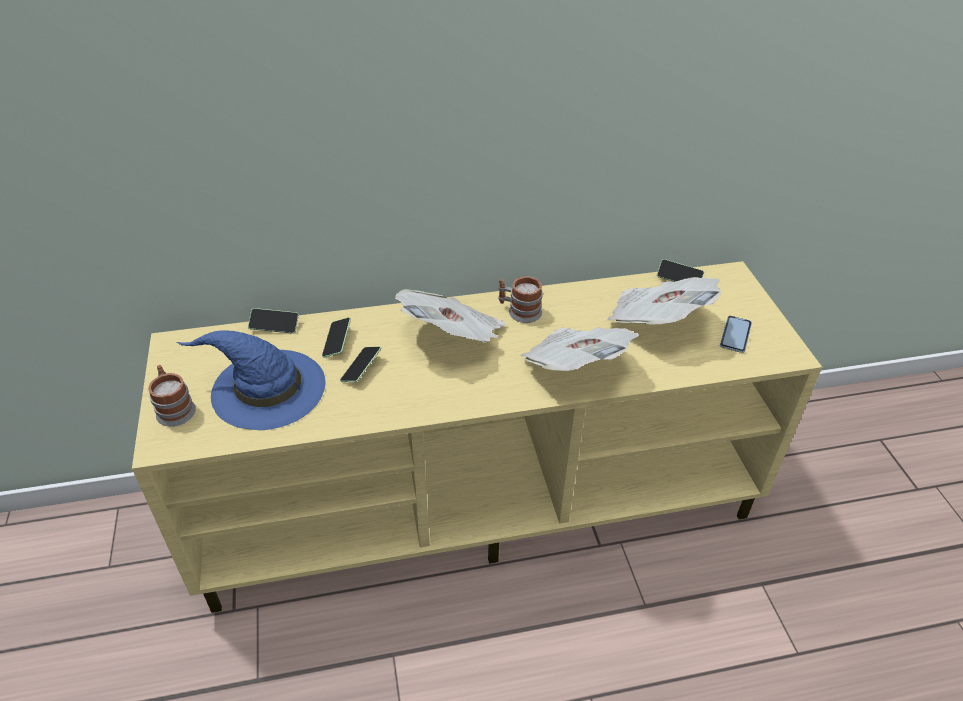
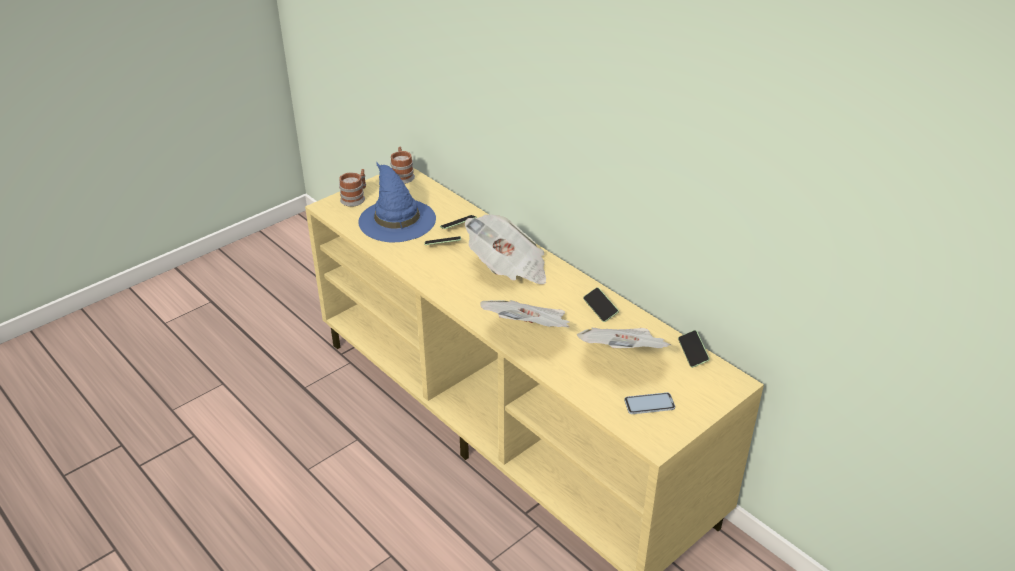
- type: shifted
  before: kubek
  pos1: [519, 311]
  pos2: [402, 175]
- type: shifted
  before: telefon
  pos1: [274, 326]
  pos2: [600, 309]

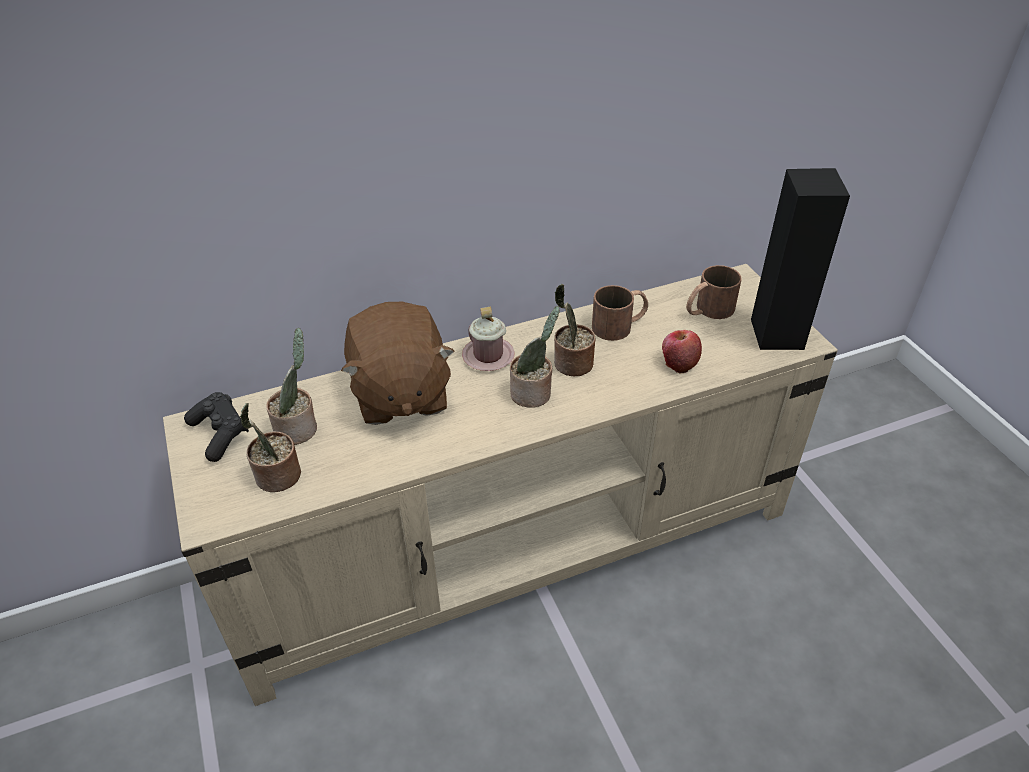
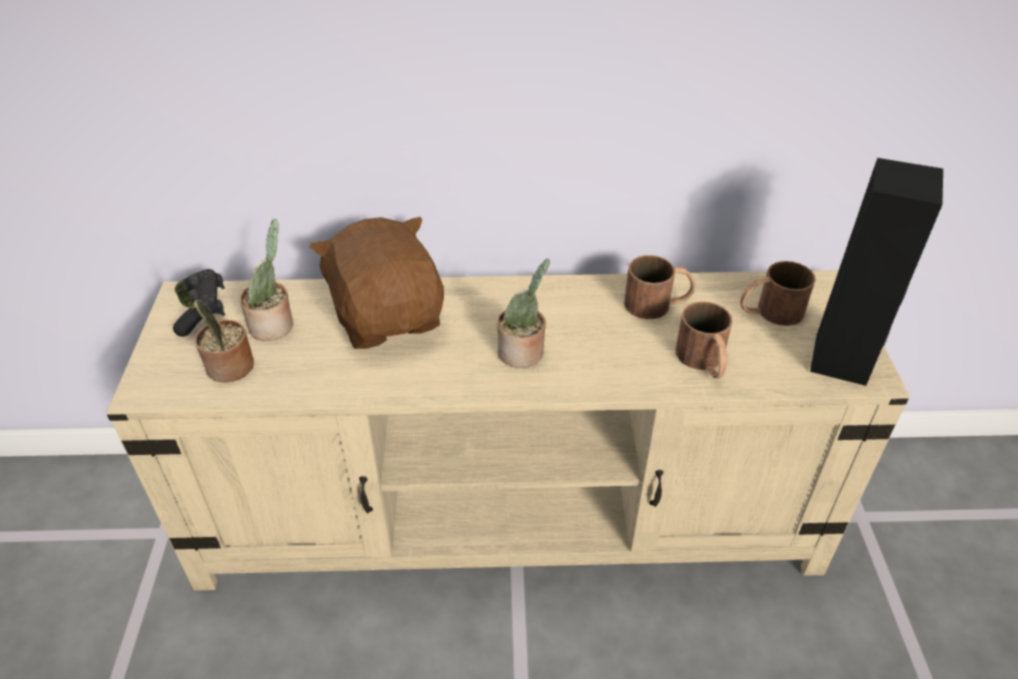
- type: gone
  before: roślina doniczkowa
  pos1: [571, 364]
- type: rotated
  before: pluszak (brązowy)
  pos1: [399, 394]
  pos2: [388, 317]
  turn: 150
- type: gone
  before: kubek (różowy)
  pos1: [488, 356]
- type: swapped
  before: jabłko
  after: kubek (brązowy)
  pos1: [679, 362]
  pos2: [704, 361]

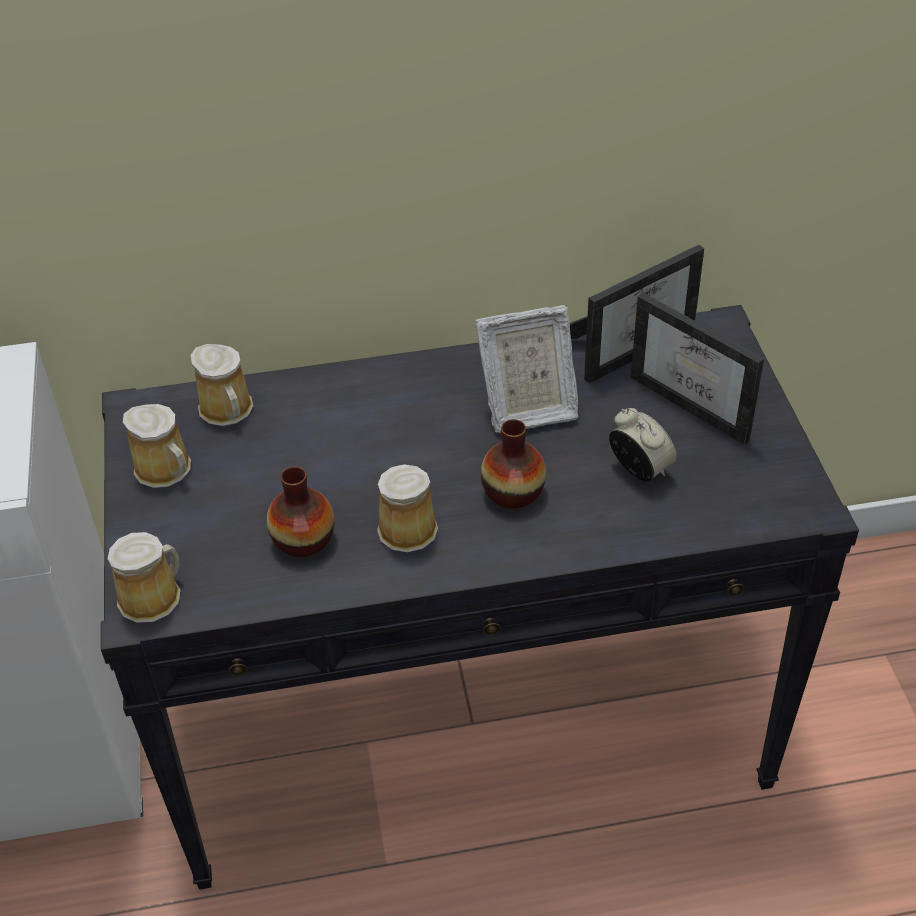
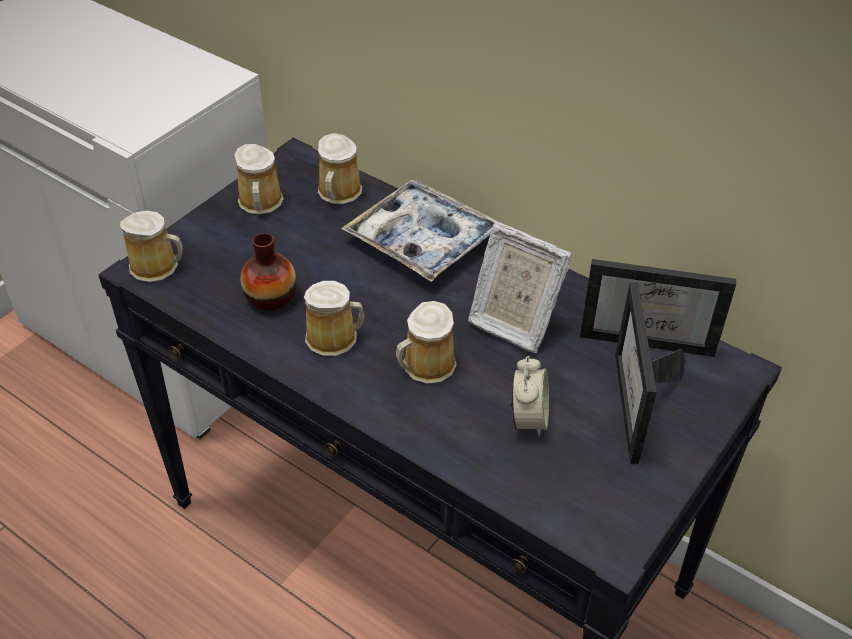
- type: swapped
  before: wazon
  after: kubek
  pos1: [513, 492]
  pos2: [425, 366]
- type: new
  after: taca
  pos2: [422, 240]

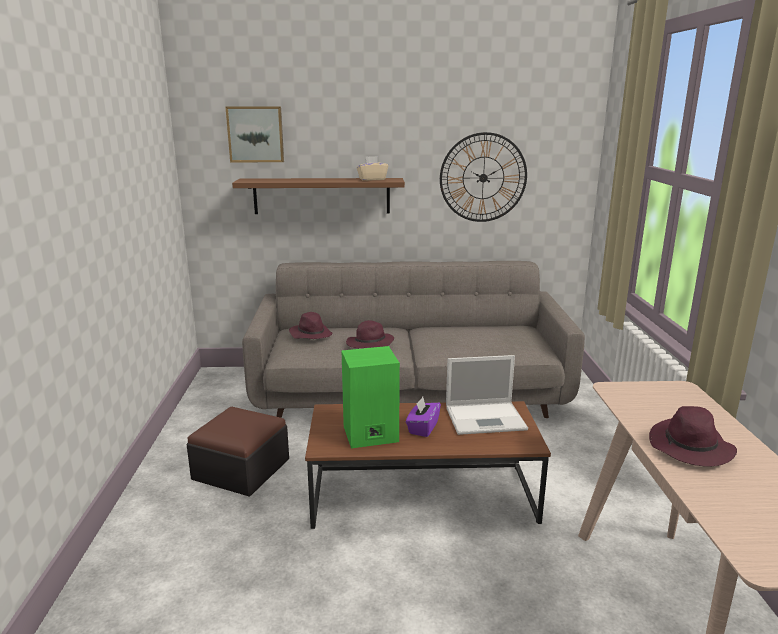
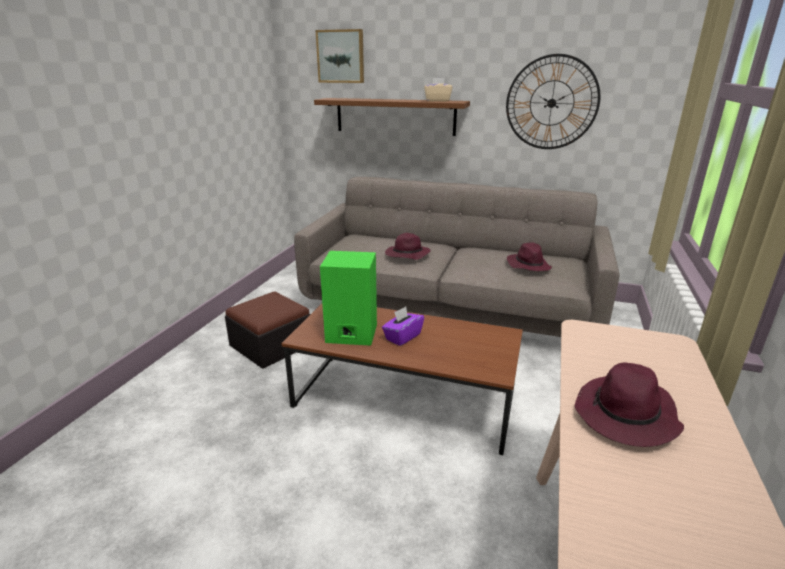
- type: shifted
  before: kapelusz (fioletowy)
  pos1: [310, 334]
  pos2: [528, 265]
- type: gone
  before: laptop
  pos1: [486, 418]

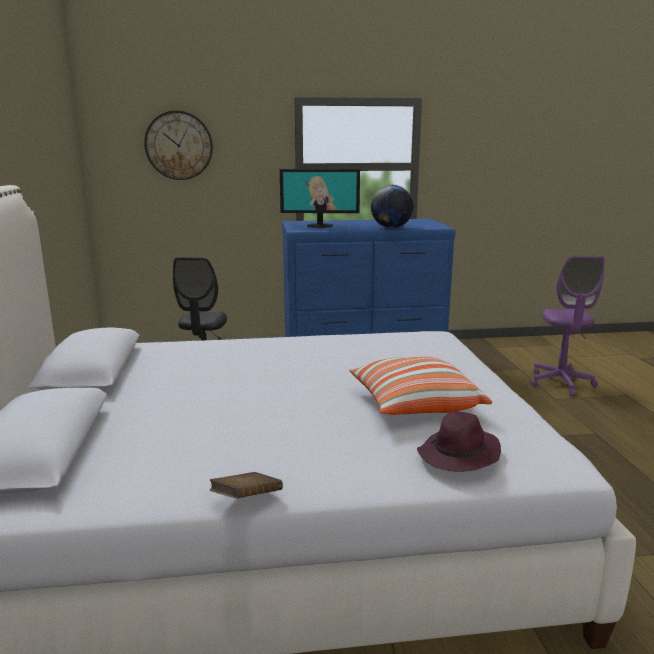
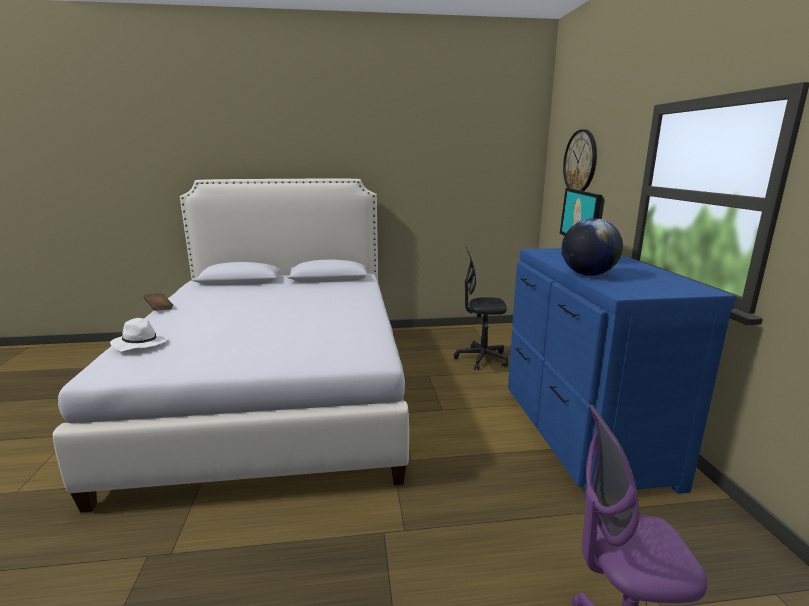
- type: gone
  before: poduszka
  pos1: [414, 405]
- type: repainted
  before: kapelusz (fioletowy)
  after: kapelusz (biały)
  pos1: [459, 455]
  pos2: [139, 344]

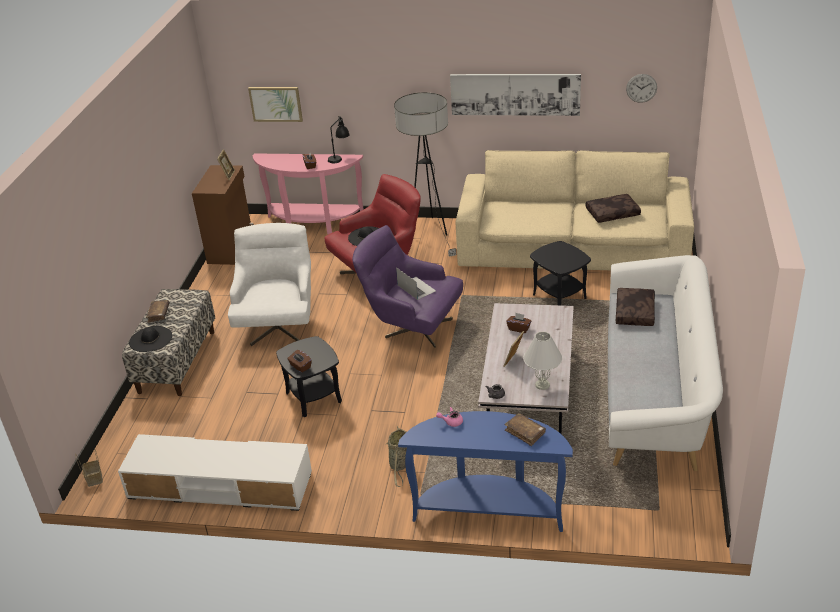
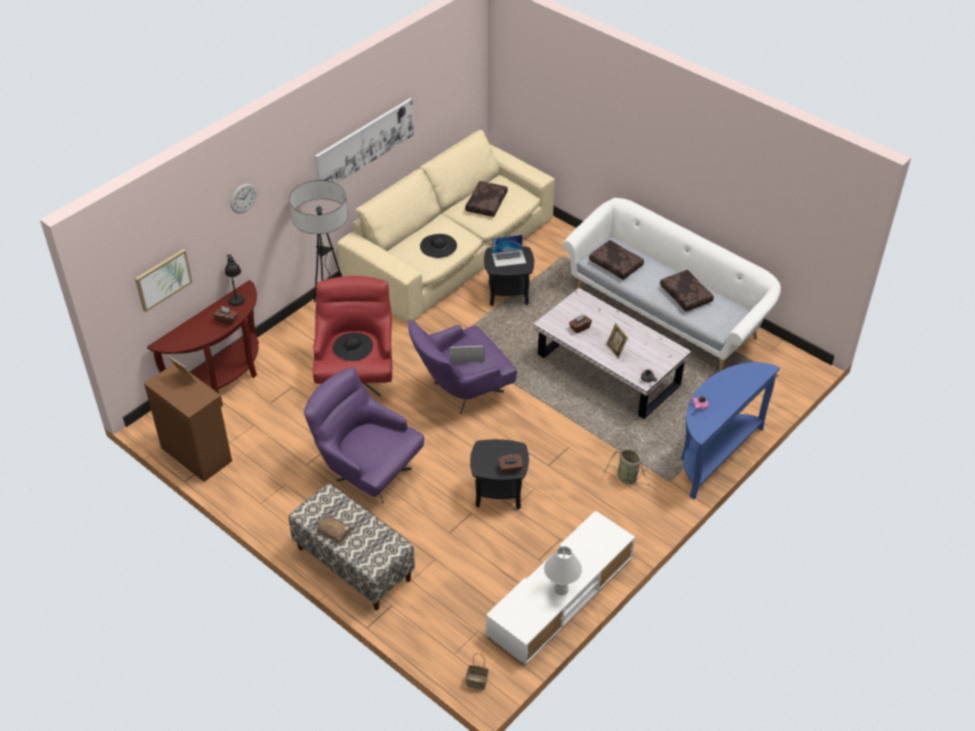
- type: shifted
  before: zegar ścienny
  pos1: [641, 88]
  pos2: [243, 198]
- type: repainted
  before: stolik konsolowy (różowy)
  after: stolik konsolowy (brązowy)
  pos1: [313, 224]
  pos2: [223, 379]
- type: repainted
  before: fotel (biały)
  after: fotel (fioletowy)
  pos1: [278, 323]
  pos2: [366, 471]
- type: shifted
  before: kapelusz (czarny)
  pos1: [150, 339]
  pos2: [438, 246]
- type: shifted
  before: lampa stołowa (biały)
  pos1: [543, 385]
  pos2: [561, 588]
- type: gone
  before: książka (brązowy)
  pos1: [525, 432]
- type: new
  after: laptop
  pos2: [509, 258]
- type: new
  after: poduszka (brązowy)
  pos2: [686, 295]

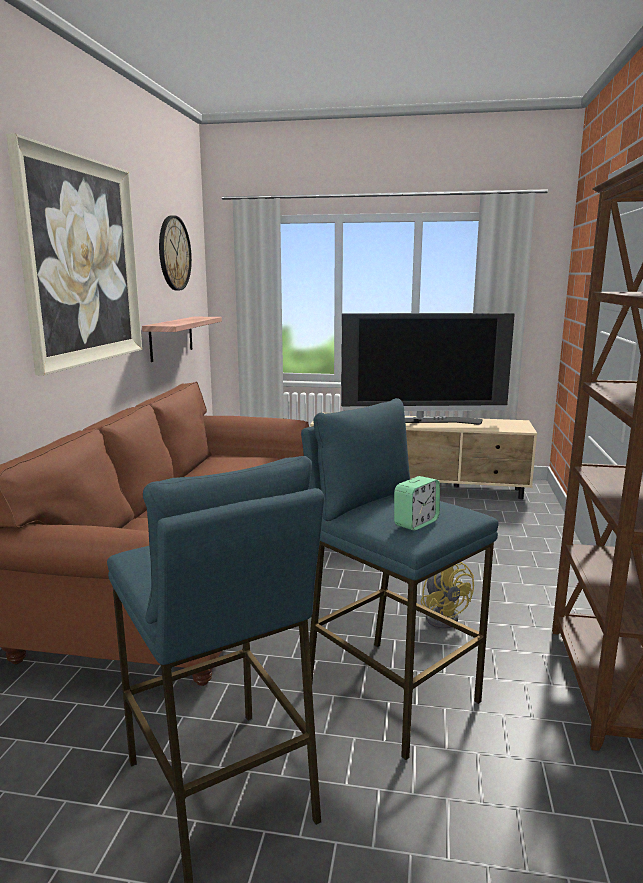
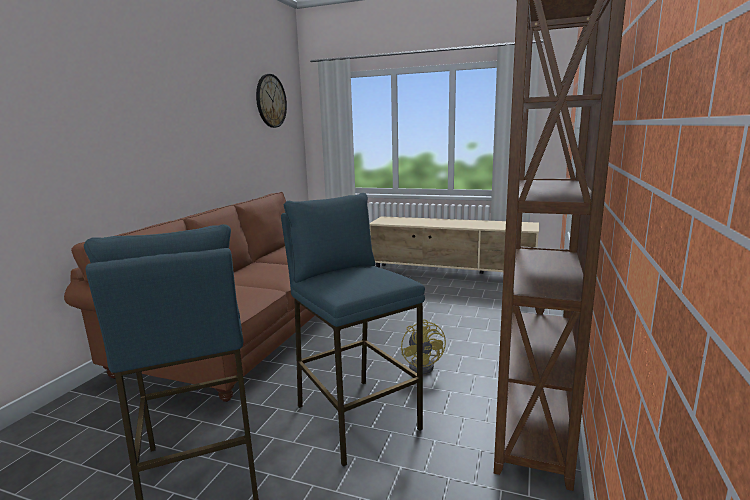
- type: gone
  before: obraz
  pos1: [83, 262]
- type: gone
  before: telewizor
  pos1: [421, 422]
- type: gone
  before: półka
  pos1: [171, 338]
- type: gone
  before: budzik
  pos1: [416, 523]

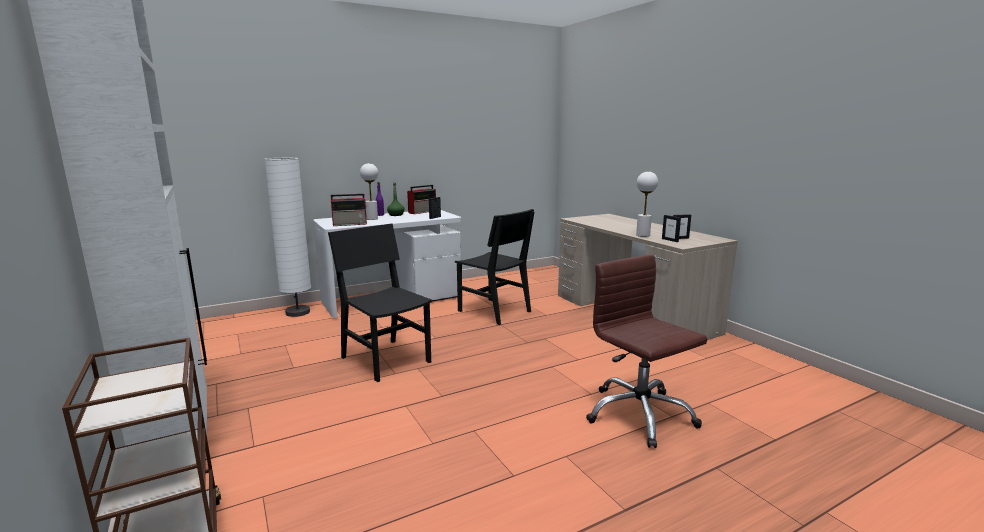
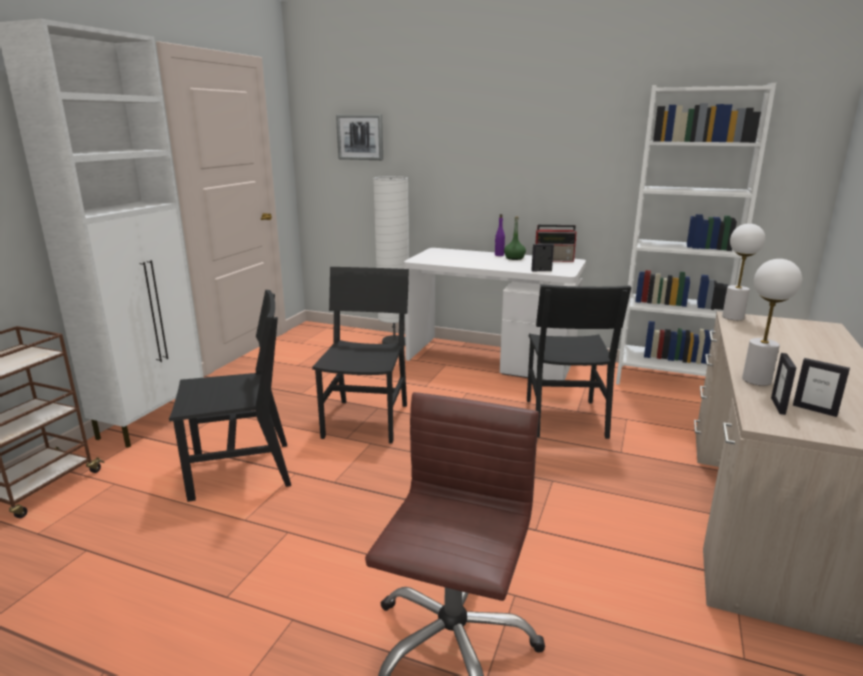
- type: shifted
  before: lampa stołowa (biały)
  pos1: [372, 219]
  pos2: [733, 317]
- type: gone
  before: radio
  pos1: [350, 224]
- type: new
  after: regał (biały)
  pos2: [667, 380]
- type: new
  after: obraz
  pos2: [360, 137]
- type: new
  after: krzesło (czarny)
  pos2: [241, 470]

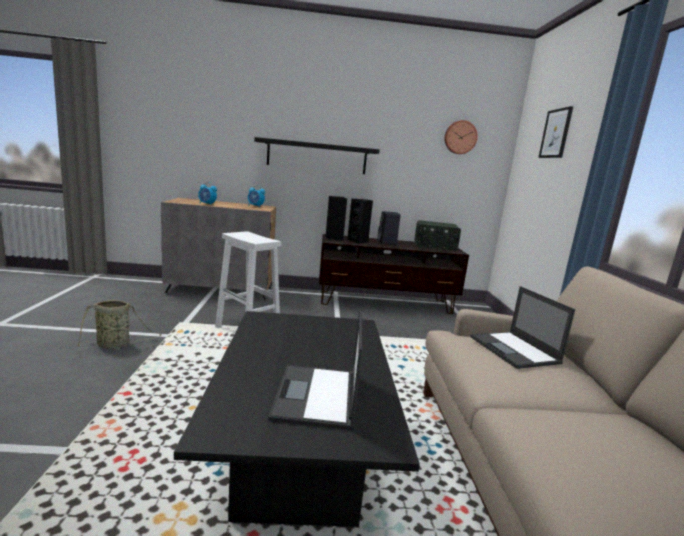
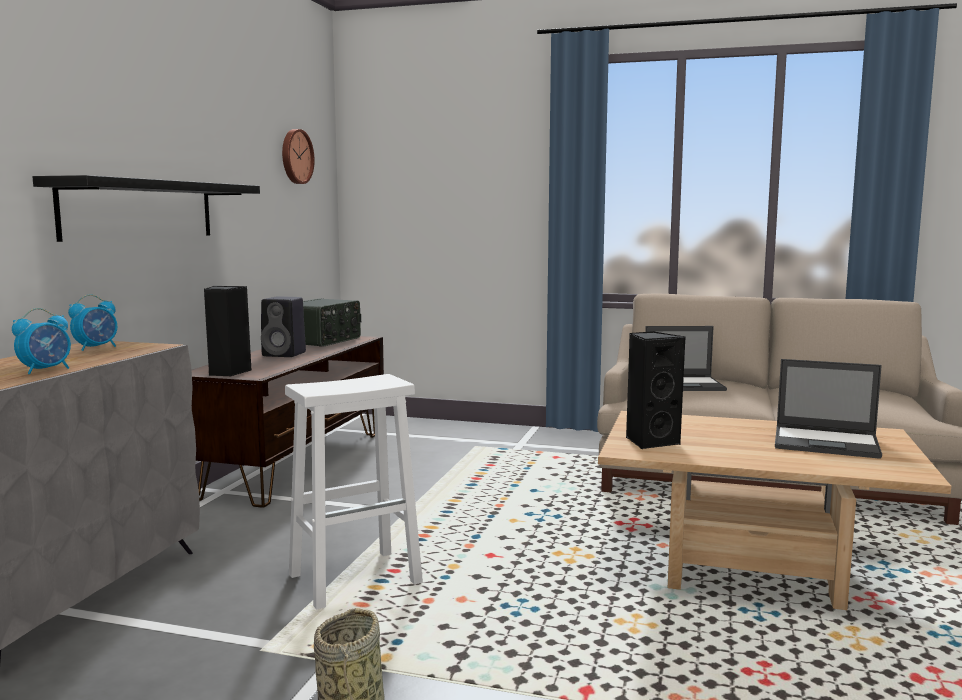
- type: gone
  before: obraz
  pos1: [555, 133]
- type: shifted
  before: głośnik (czarny)
  pos1: [358, 241]
  pos2: [650, 441]
- type: repainted
  before: ława (czarny)
  after: ława (beżowy)
  pos1: [298, 467]
  pos2: [752, 571]

